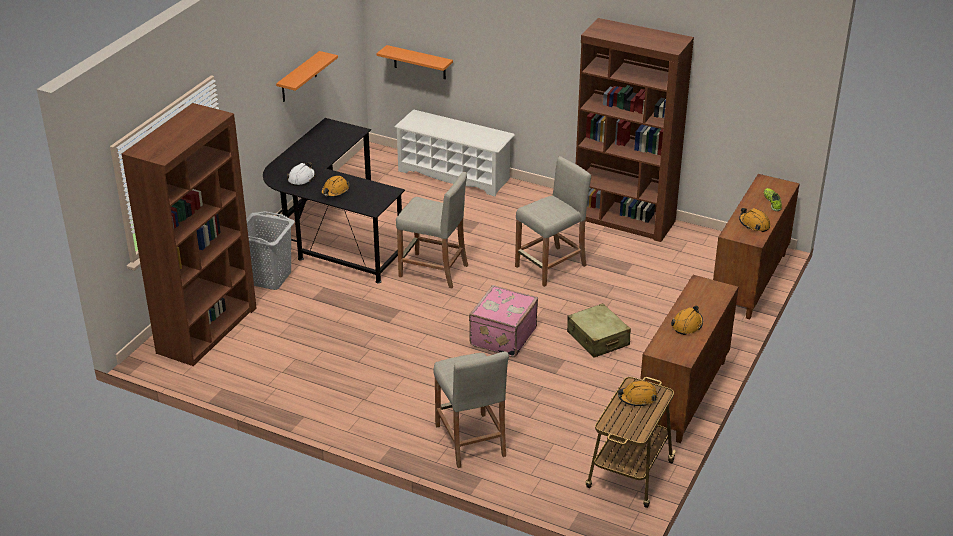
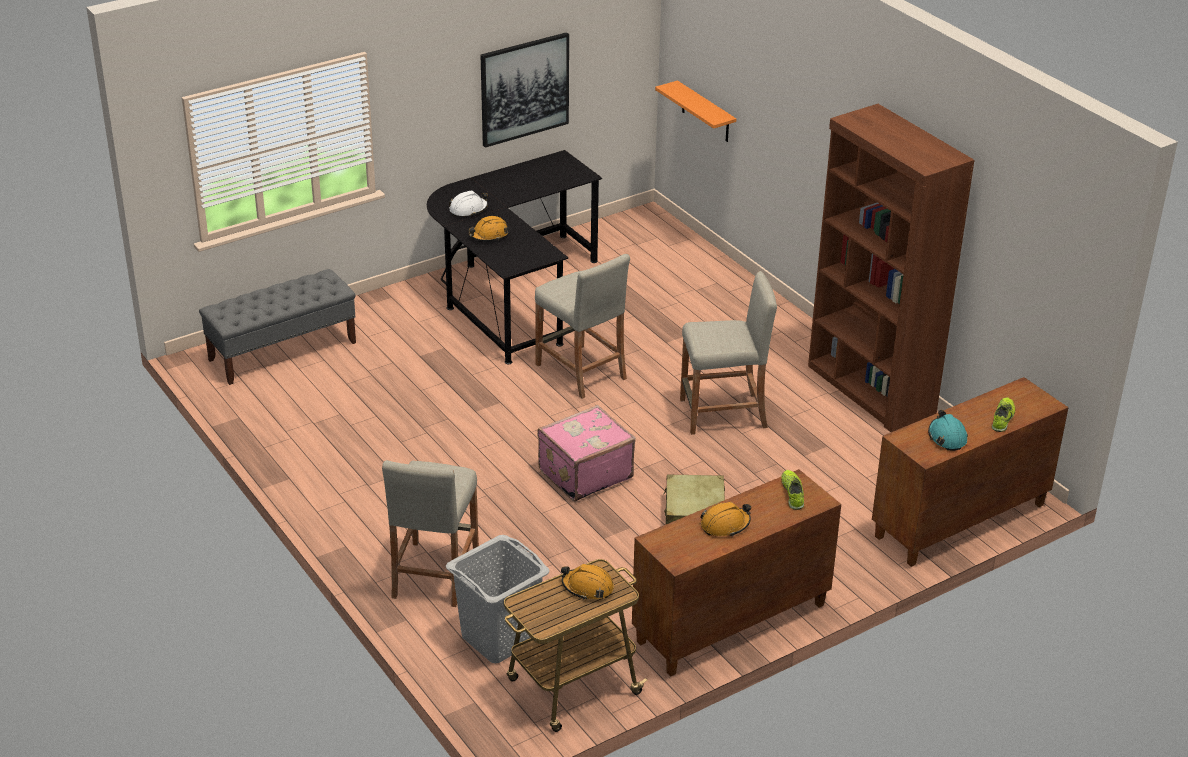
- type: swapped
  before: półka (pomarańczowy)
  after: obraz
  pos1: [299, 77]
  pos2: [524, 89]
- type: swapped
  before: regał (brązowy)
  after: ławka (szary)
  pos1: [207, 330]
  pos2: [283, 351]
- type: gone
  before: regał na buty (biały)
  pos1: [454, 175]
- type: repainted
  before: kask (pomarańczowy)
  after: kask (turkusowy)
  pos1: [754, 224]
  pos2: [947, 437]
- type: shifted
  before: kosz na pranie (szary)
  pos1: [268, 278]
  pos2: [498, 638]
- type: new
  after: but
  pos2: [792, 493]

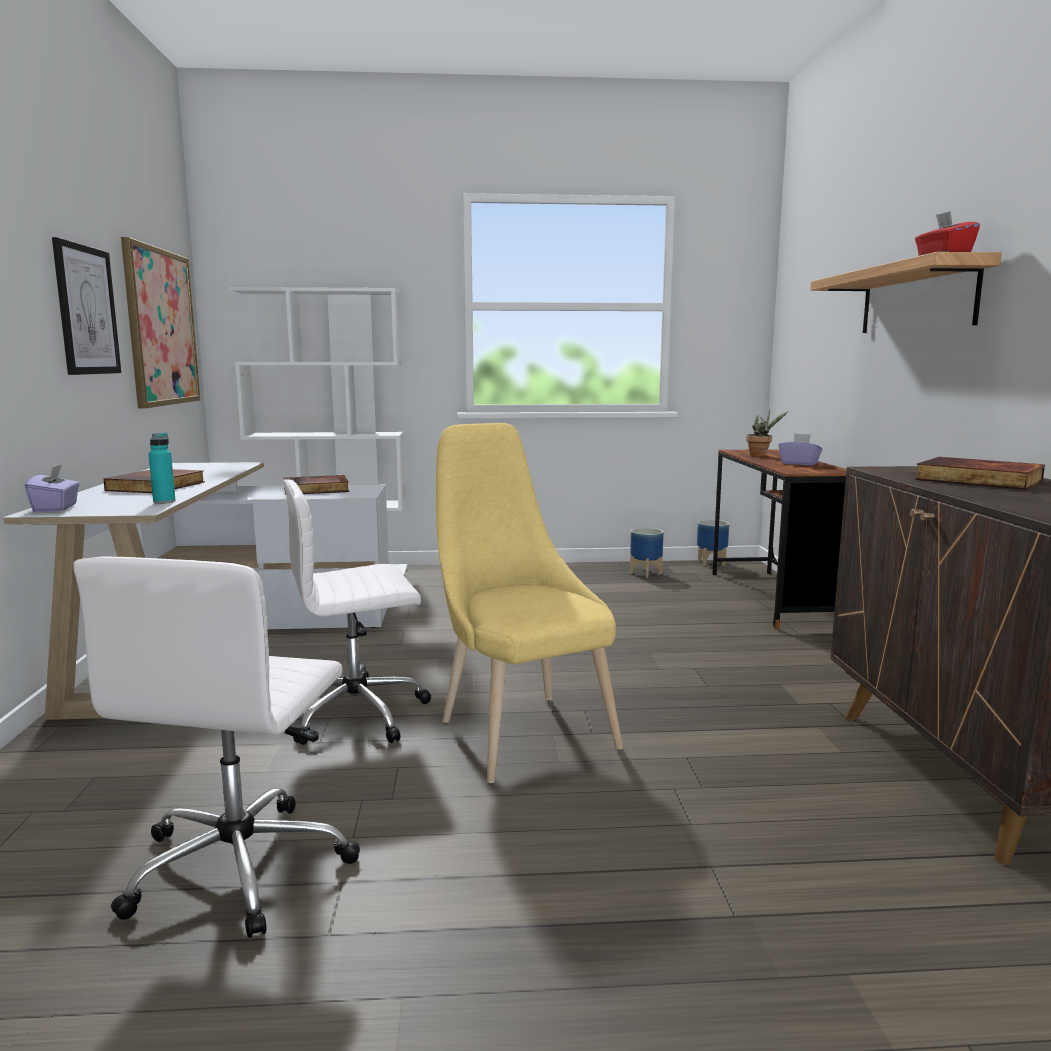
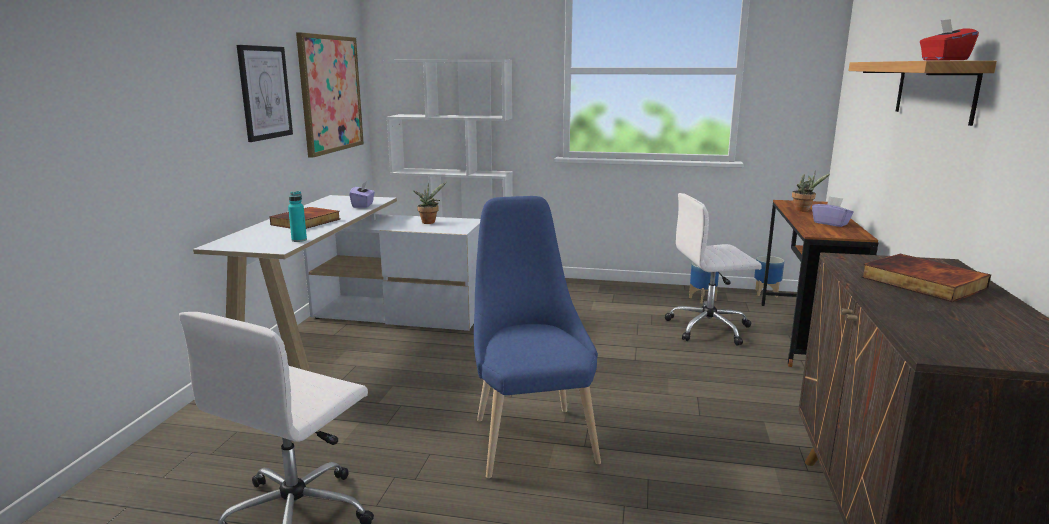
- type: repainted
  before: krzesło (żółty)
  after: krzesło (niebieski)
  pos1: [520, 730]
  pos2: [530, 435]
- type: shifted
  before: pudełko chusteczek (fioletowy)
  pos1: [56, 508]
  pos2: [363, 205]
- type: swapped
  before: książka
  after: roślina doniczkowa
  pos1: [315, 489]
  pos2: [429, 222]
- type: shifted
  before: krzesło biurowe (biały)
  pos1: [358, 713]
  pos2: [709, 328]

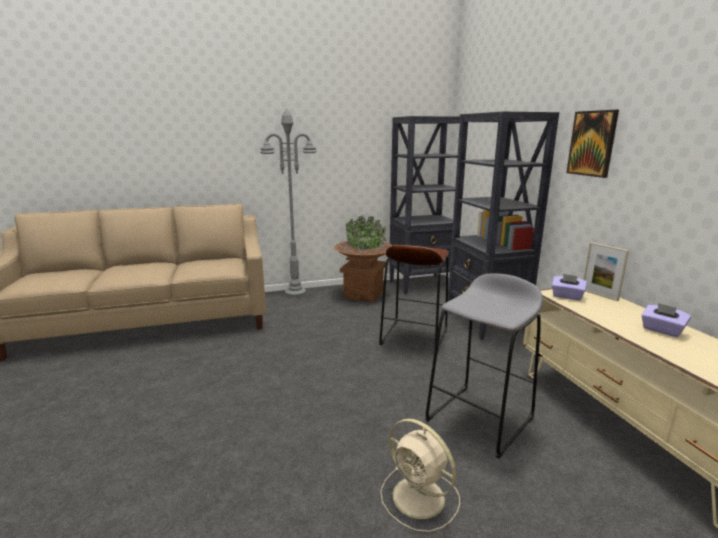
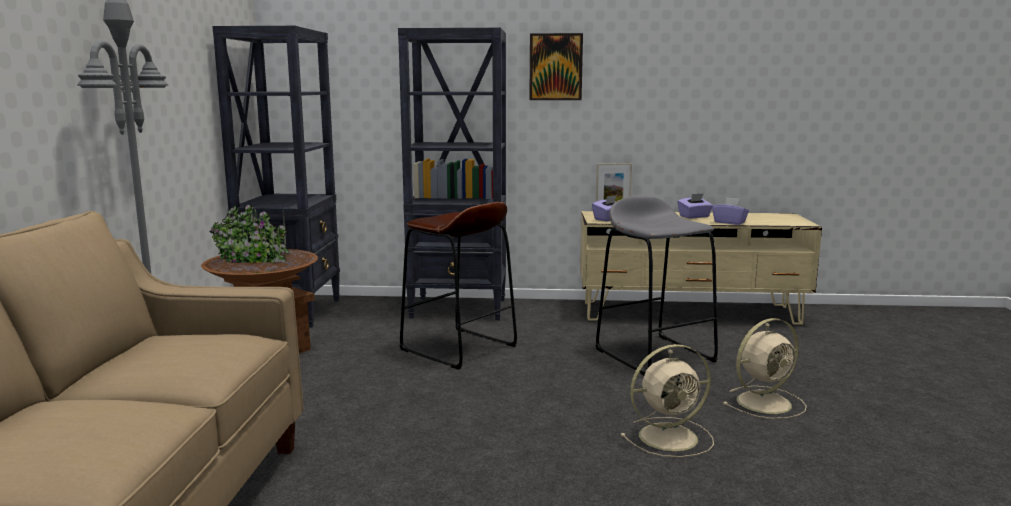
- type: new
  after: pudełko chusteczek (fioletowy)
  pos2: [729, 222]
- type: new
  after: wentylator (beżowy)
  pos2: [670, 437]

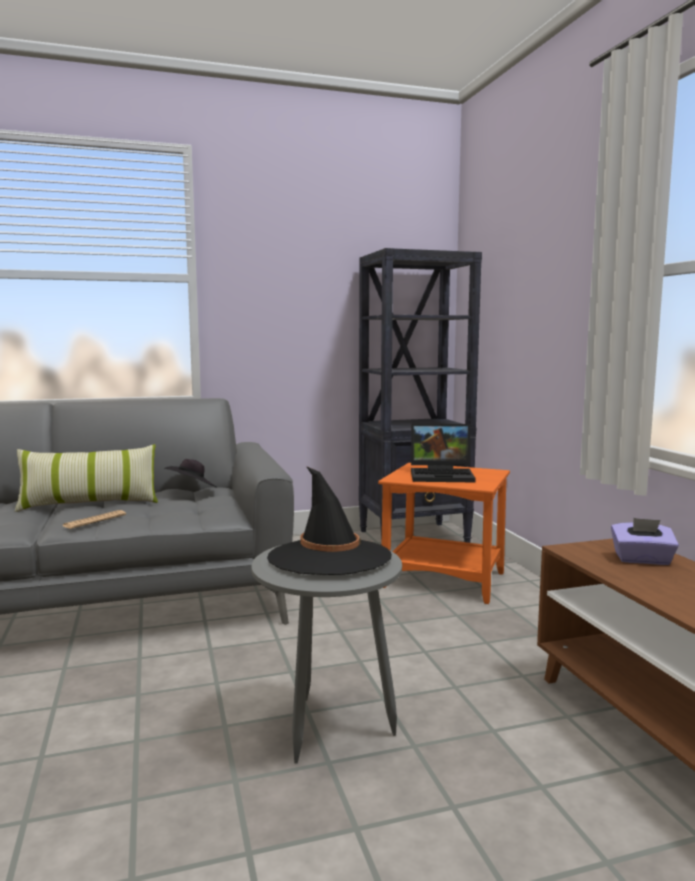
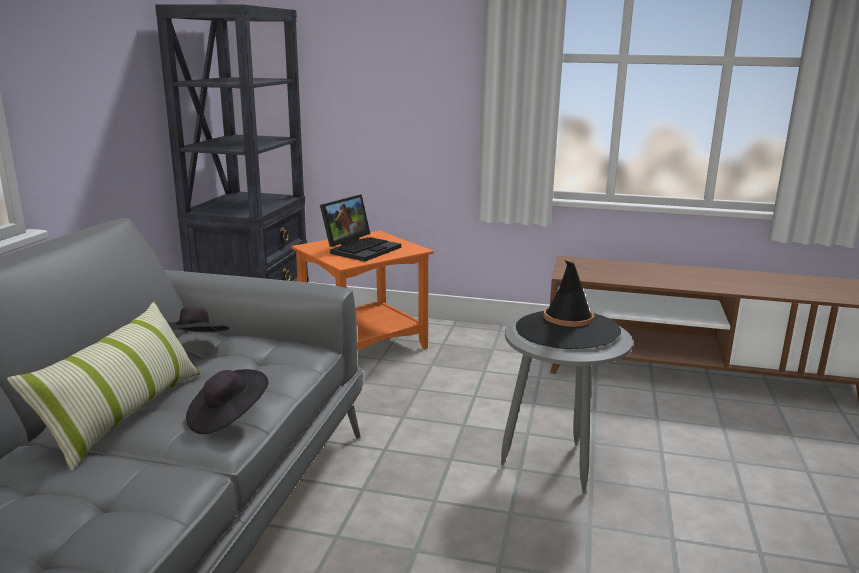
- type: swapped
  before: gazeta
  after: kapelusz (czarny)
  pos1: [94, 520]
  pos2: [227, 418]
- type: gone
  before: pudełko chusteczek (fioletowy)
  pos1: [642, 560]

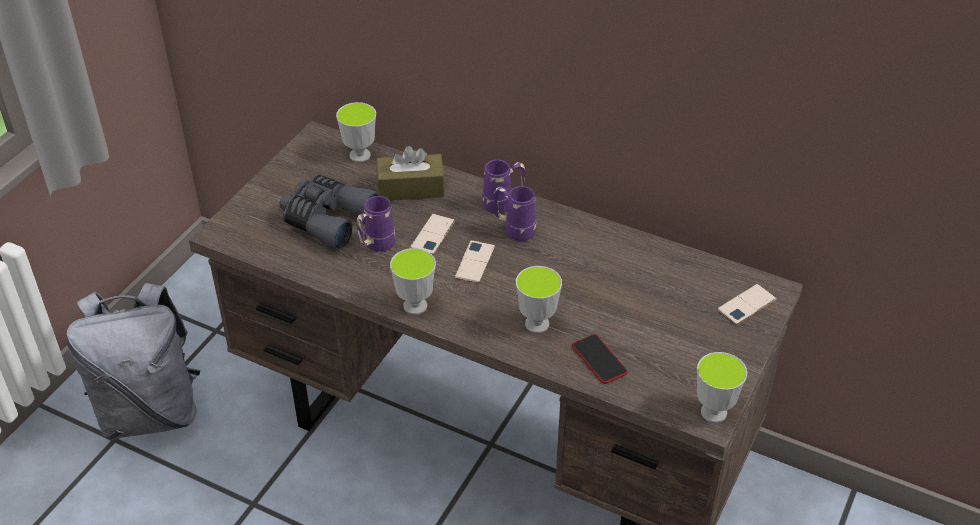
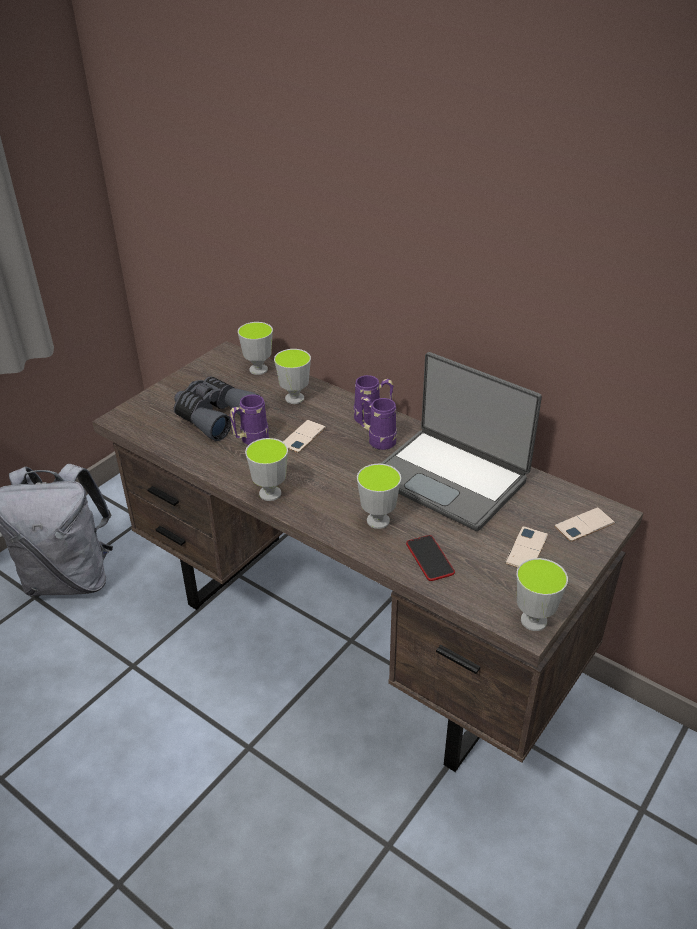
- type: swapped
  before: pudełko chusteczek (brązowy)
  after: filiżanka
  pos1: [411, 188]
  pos2: [294, 398]
- type: shifted
  before: telefon
  pos1: [474, 262]
  pos2: [526, 549]
- type: new
  after: laptop
  pos2: [450, 478]

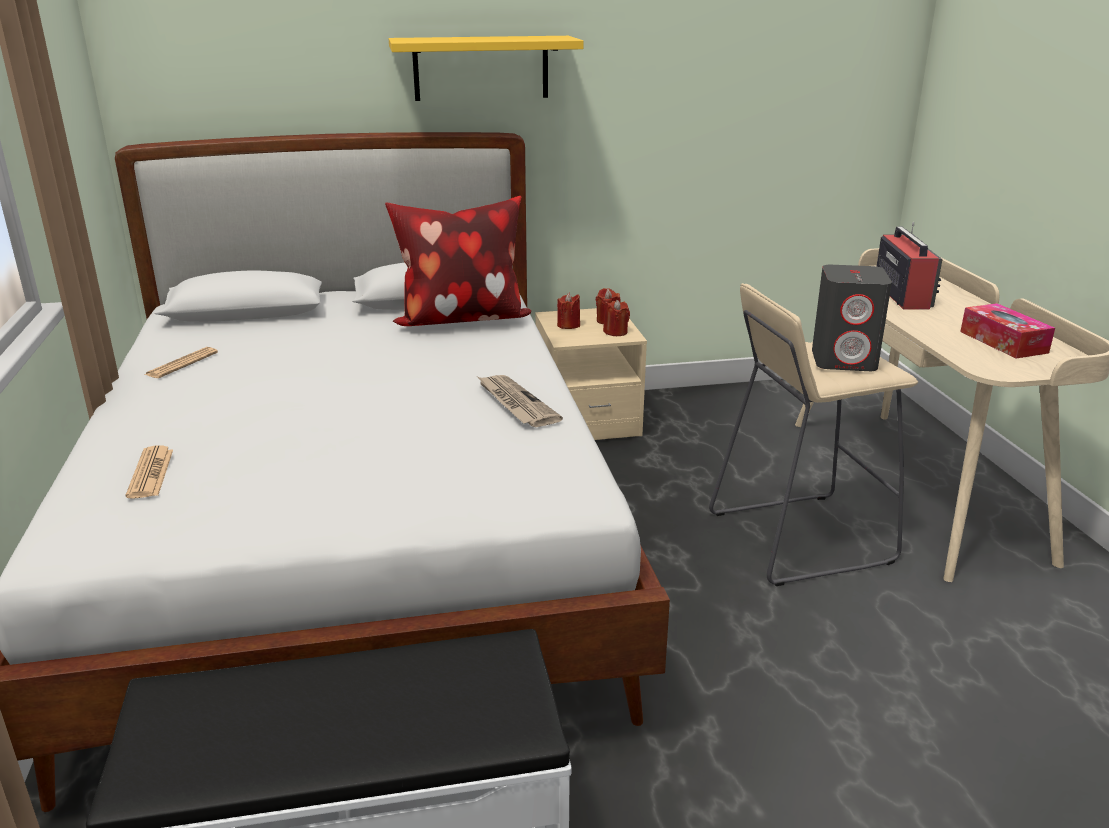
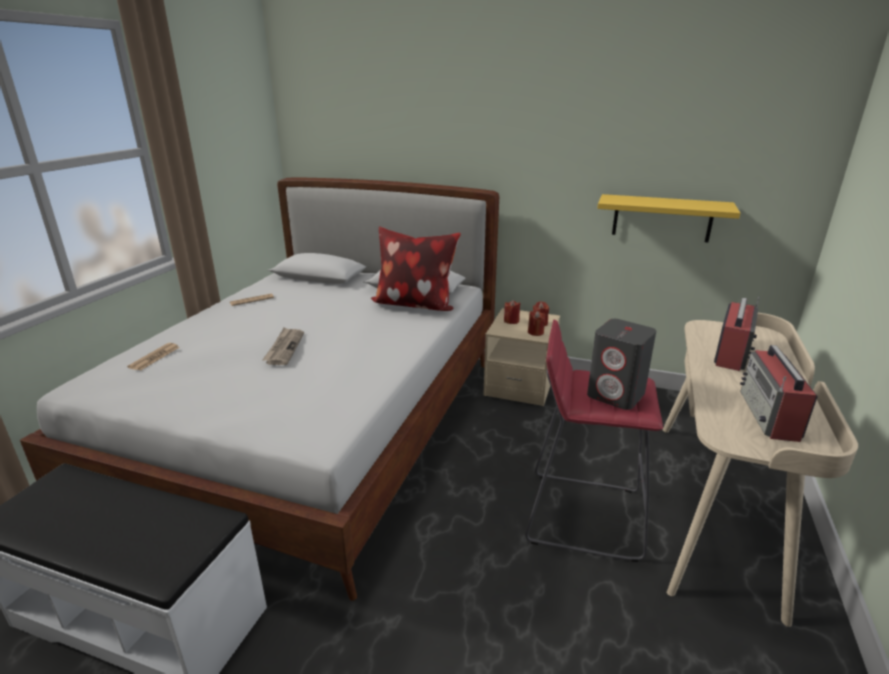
- type: shifted
  before: półka (żółty)
  pos1: [481, 68]
  pos2: [662, 218]
- type: repainted
  before: stołek (beżowy)
  after: stołek (czerwony)
  pos1: [798, 537]
  pos2: [582, 514]
- type: swapped
  before: pudełko chusteczek
  after: radio
  pos1: [1003, 342]
  pos2: [769, 415]
- type: shifted
  before: gazeta
  pos1: [515, 403]
  pos2: [284, 348]

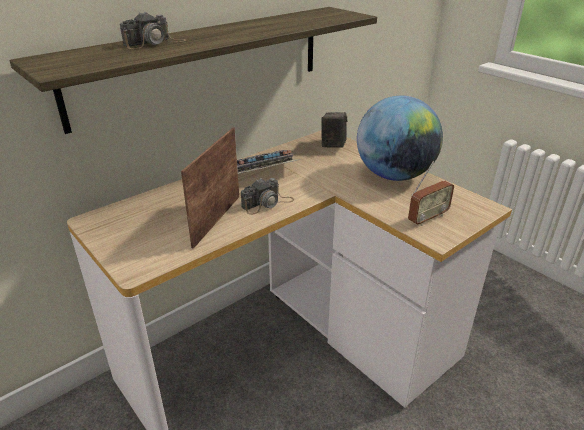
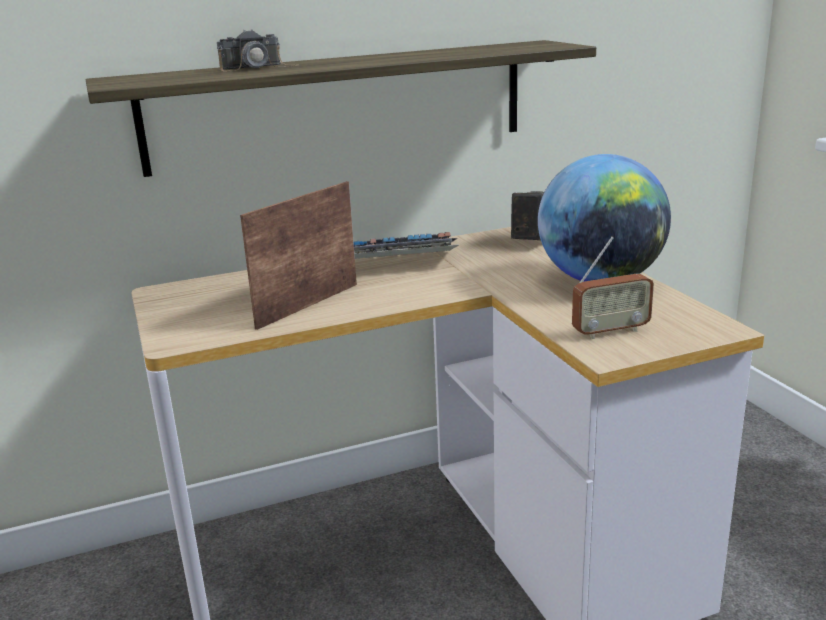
- type: gone
  before: aparat fotograficzny
  pos1: [267, 203]

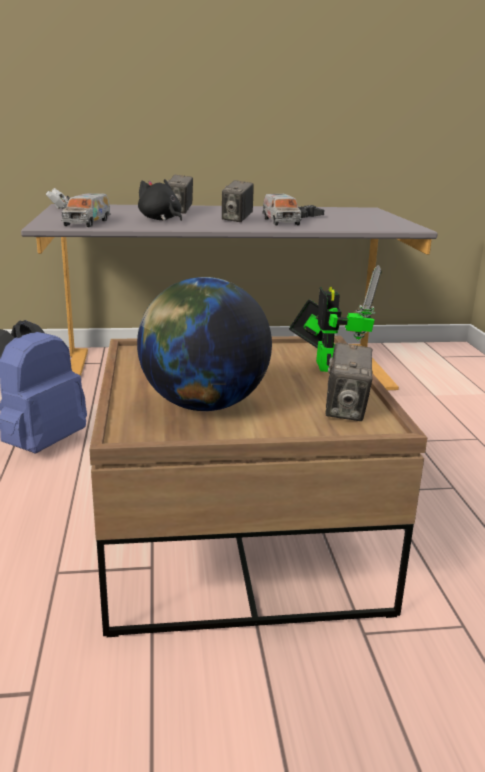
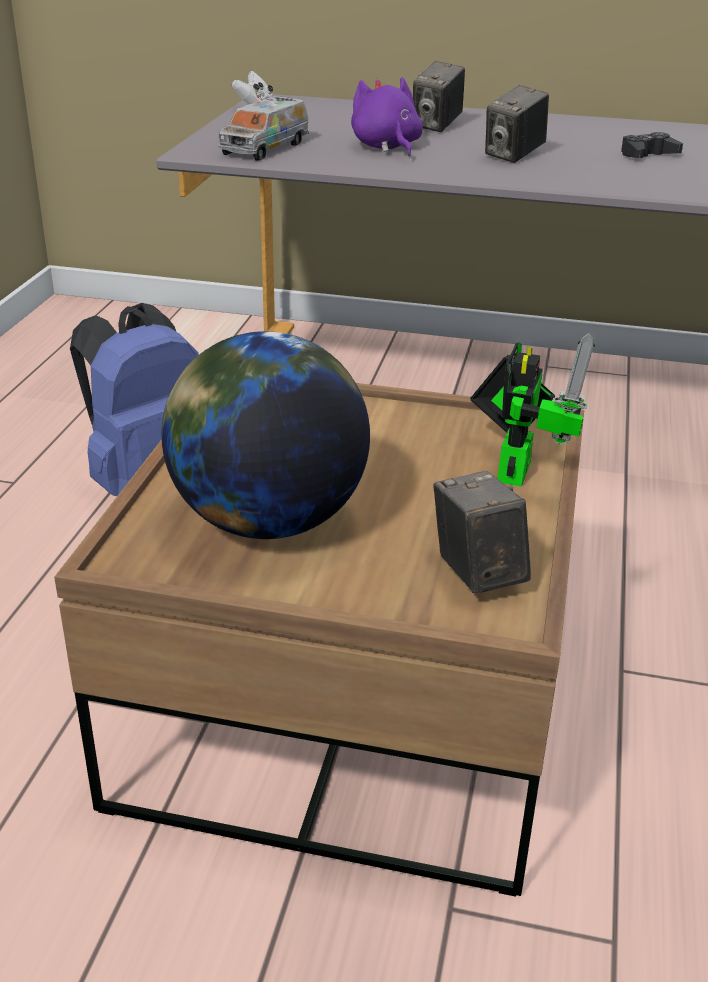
- type: repainted
  before: pluszak (czarny)
  after: pluszak (fioletowy)
  pos1: [161, 219]
  pos2: [386, 147]
- type: gone
  before: ciężarówka zabawkowa
  pos1: [280, 221]
- type: rotated
  before: aparat fotograficzny
  pos1: [346, 410]
  pos2: [476, 573]
  turn: 135

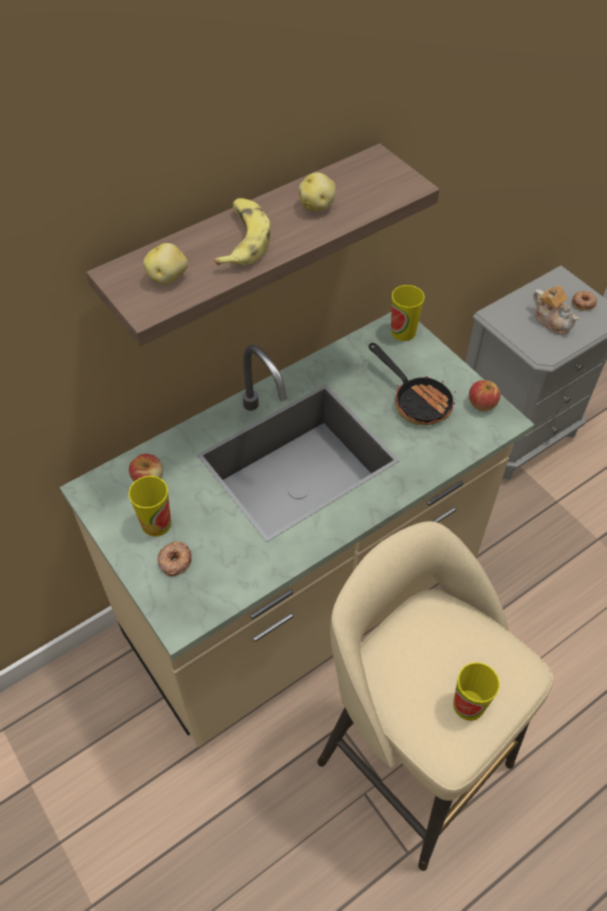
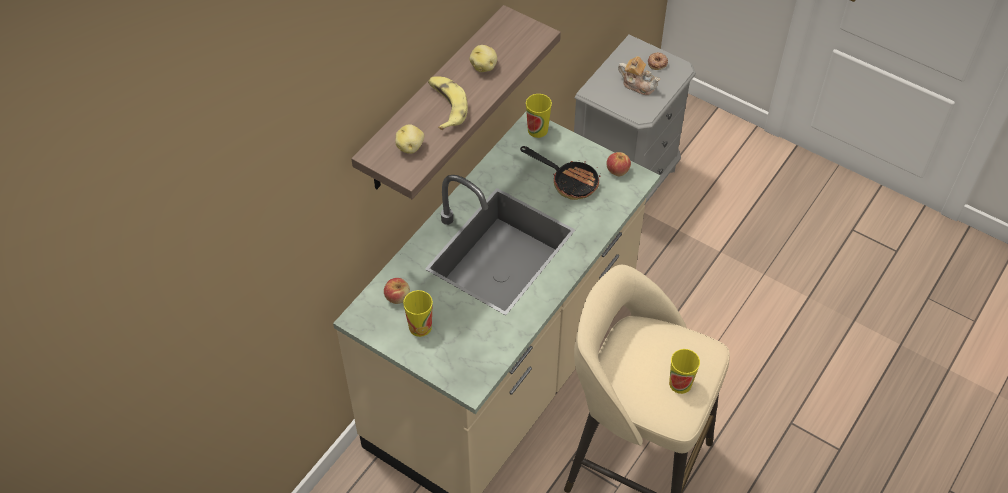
- type: gone
  before: donut
  pos1: [174, 560]

